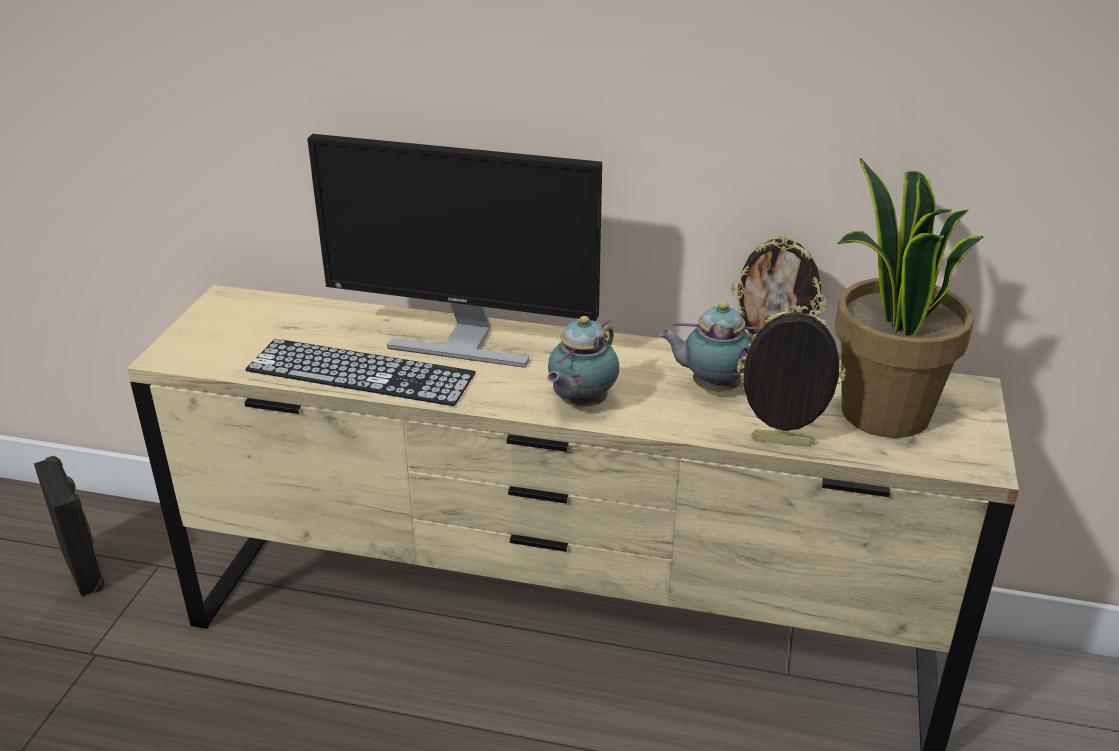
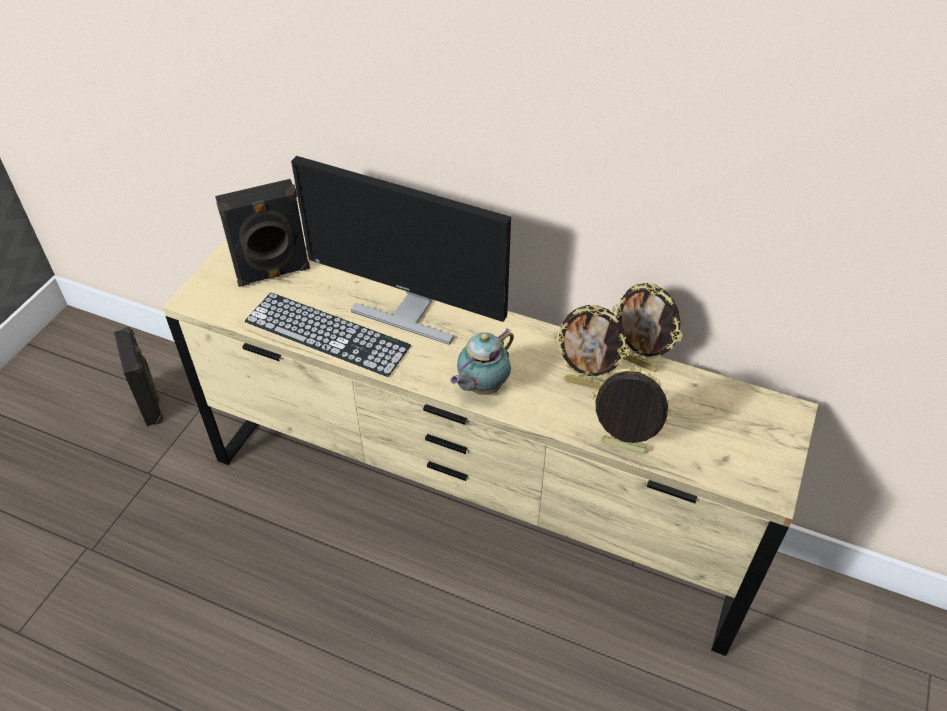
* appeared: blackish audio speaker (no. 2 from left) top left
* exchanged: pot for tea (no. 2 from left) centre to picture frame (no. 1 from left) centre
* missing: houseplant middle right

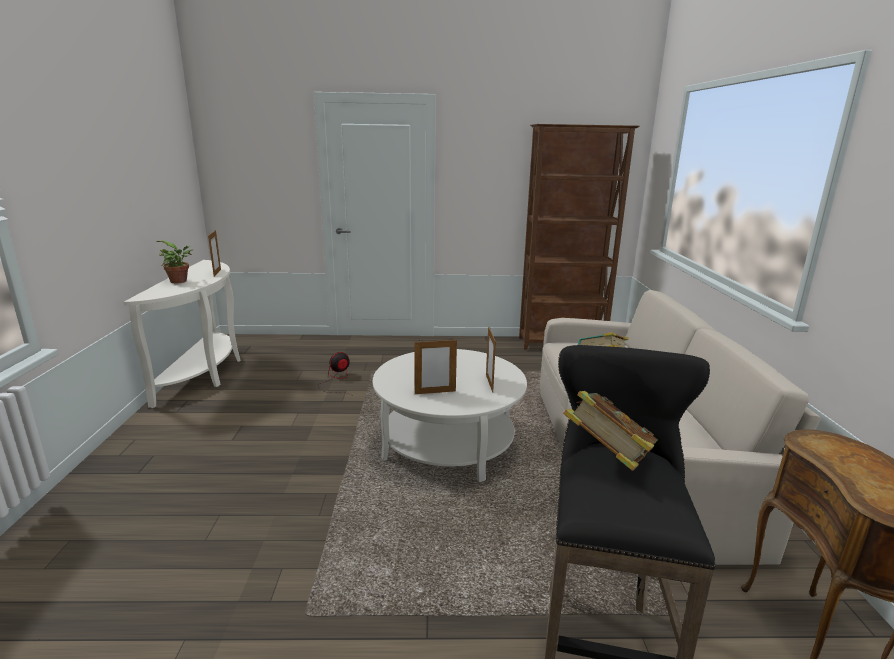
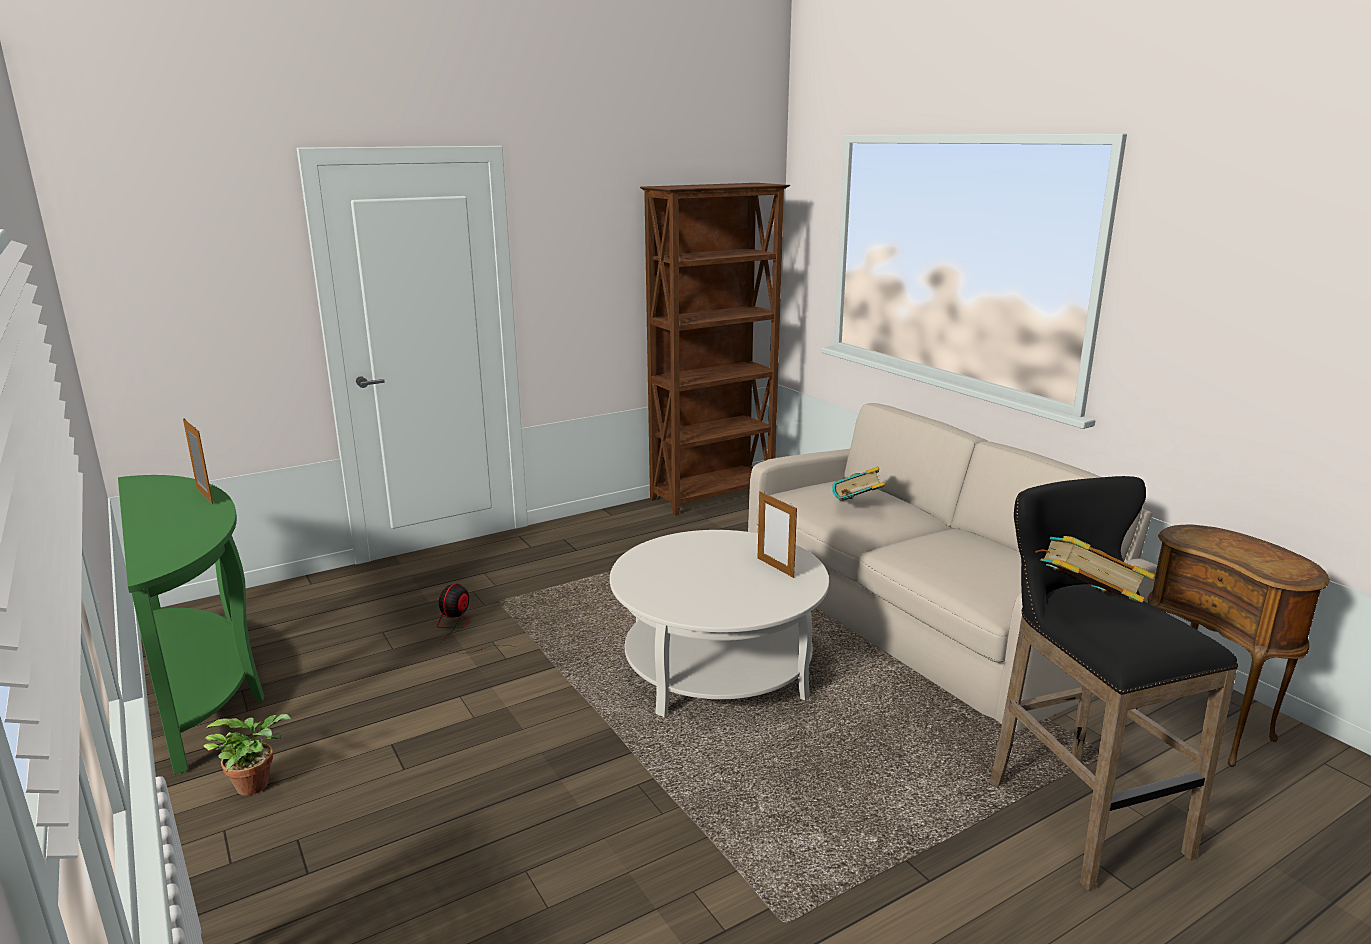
* colour: whitish narrow table middle left to greenish narrow table middle left
* relocated: houseplant middle left to bottom left
* missing: picture frame (no. 2 from left) centre

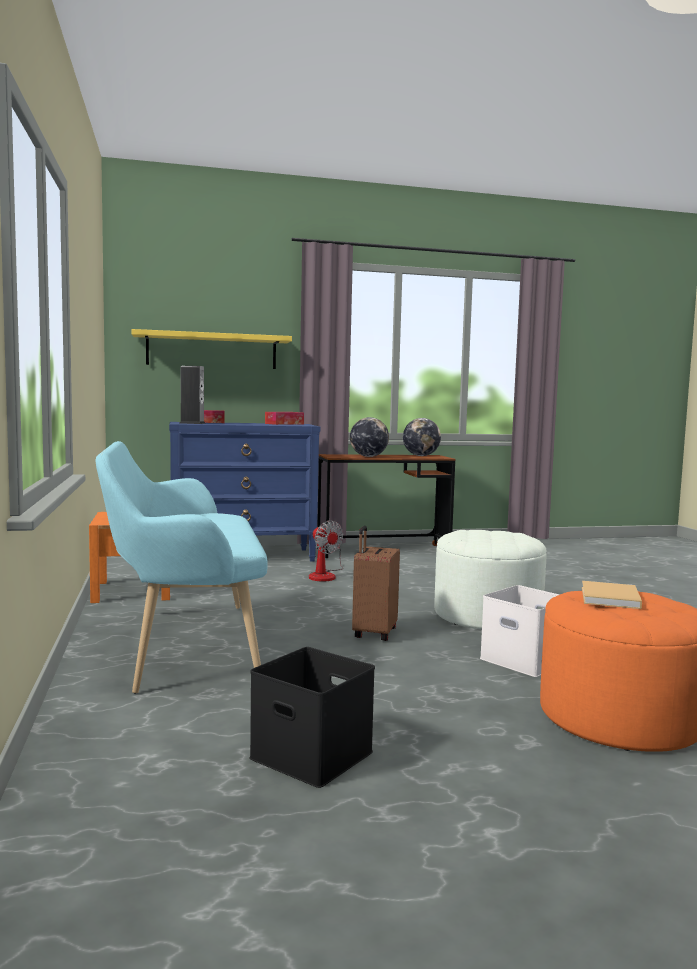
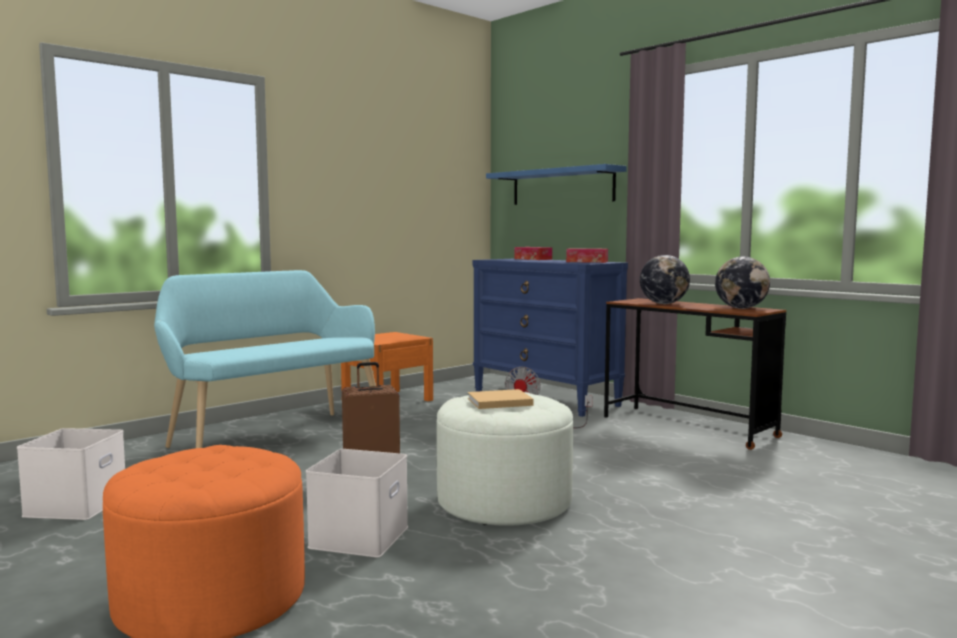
* colour: blackish storage container bottom centre to whitish storage container (no. 1 from left) bottom left
* relocated: beige-coloured bound book middle right to centre
* colour: yellowish wall shelf middle left to blue wall shelf top centre
* missing: audio speaker middle left

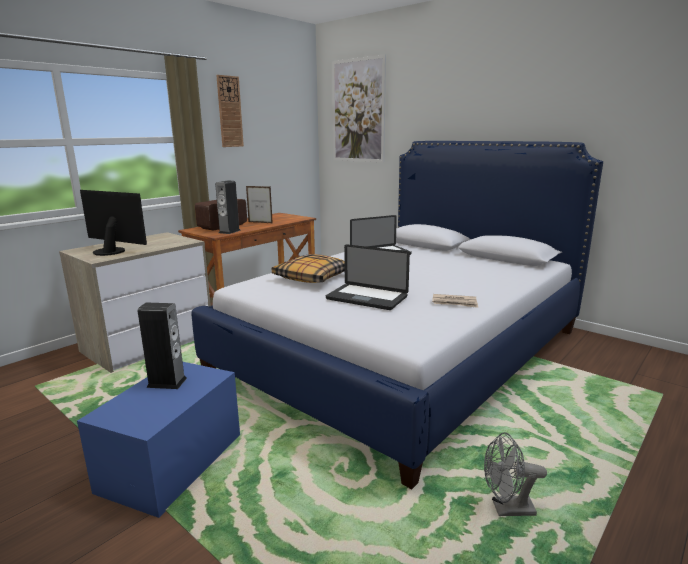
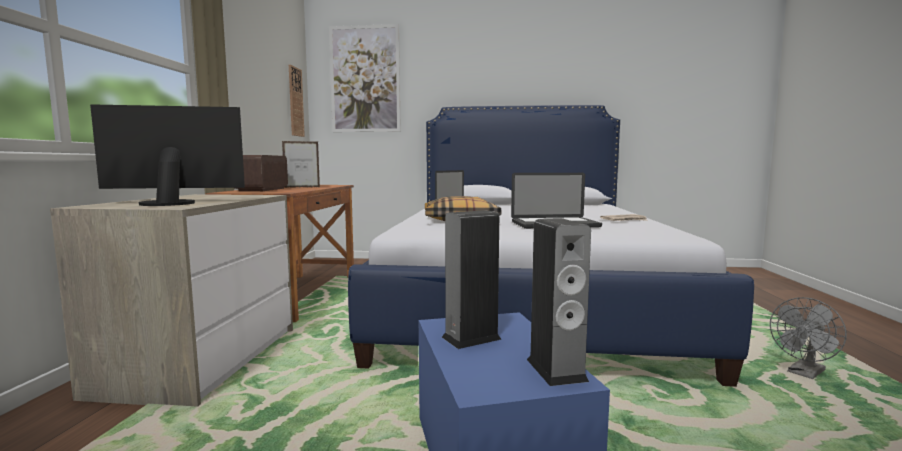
* relocated: hanging clock top centre to top left
* relocated: audio speaker (no. 2 from left) middle left to bottom centre

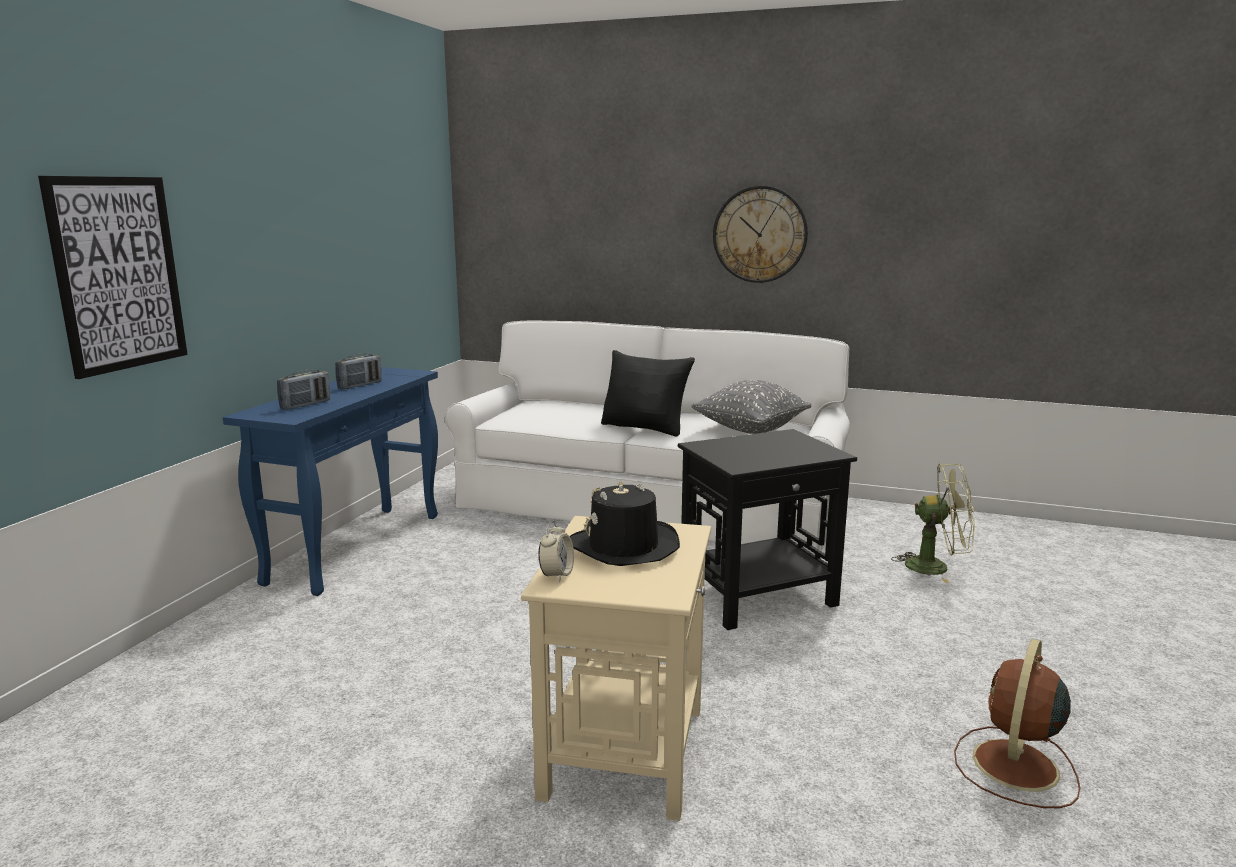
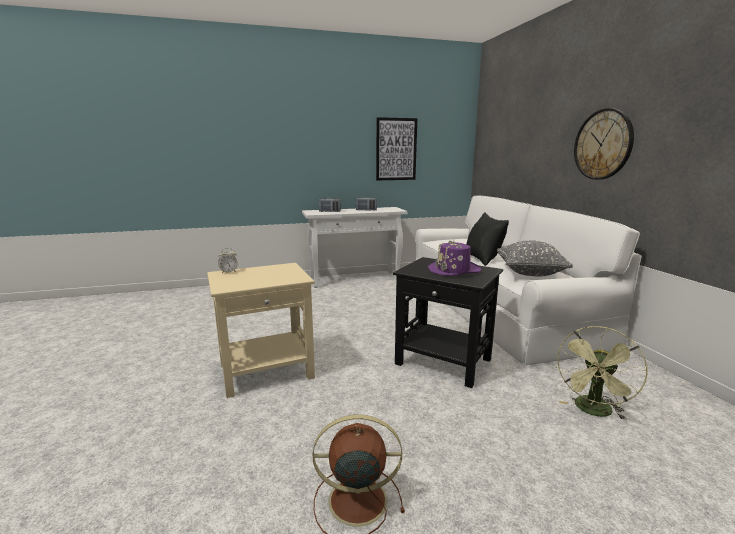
* colour: blue narrow table middle left to whitish narrow table centre
* relocated: wall picture top left to top centre
* appeared: purplish wearable hat centre
* spun: greenish cooling fan middle right = bottom right 60 degrees clockwise
* missing: blackish wearable hat centre

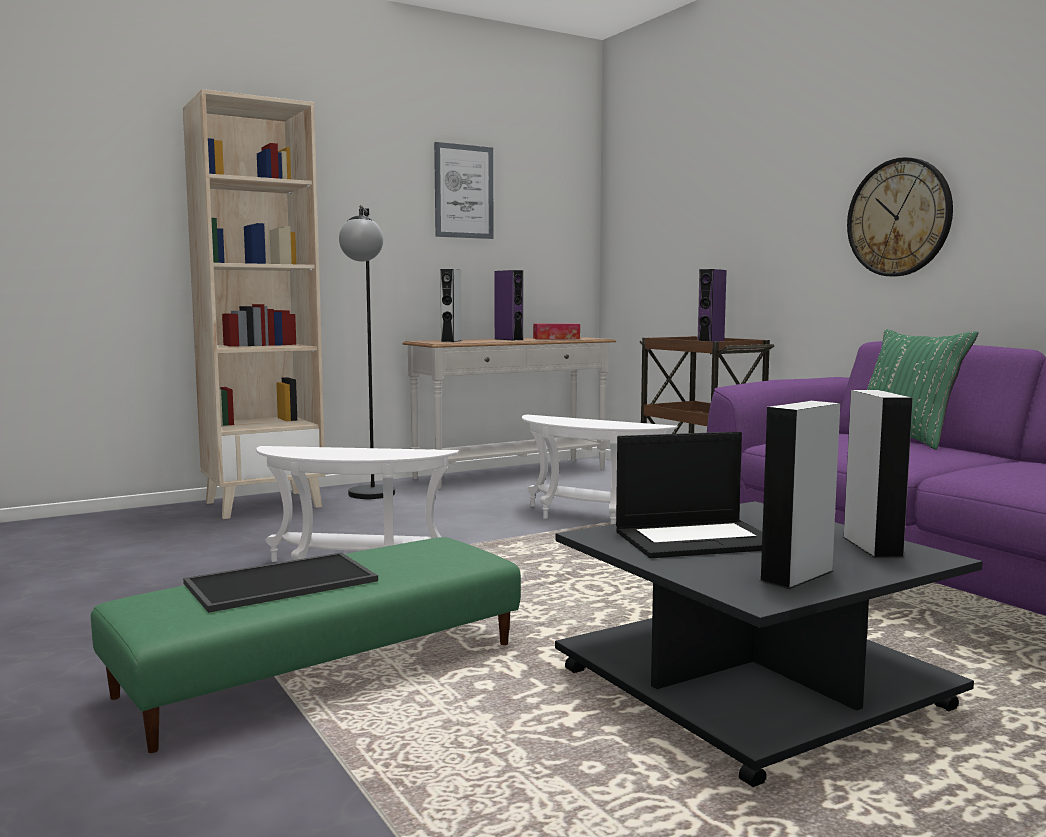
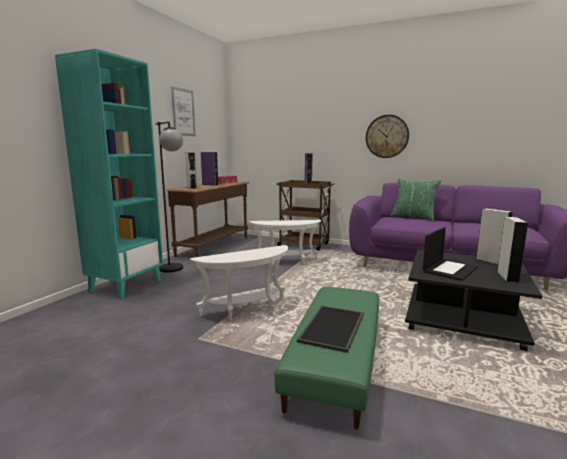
* colour: beige-coloured bookshelf middle left to blue-green bookshelf middle left
* colour: whitish narrow table centre to brown narrow table centre

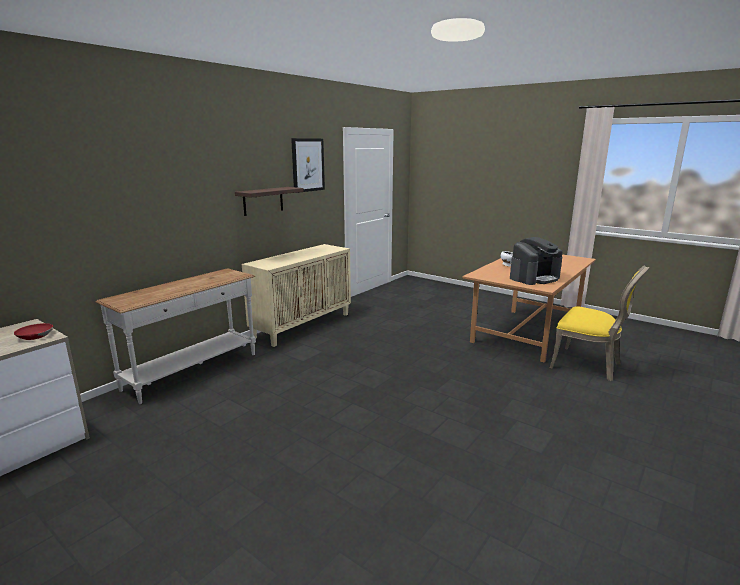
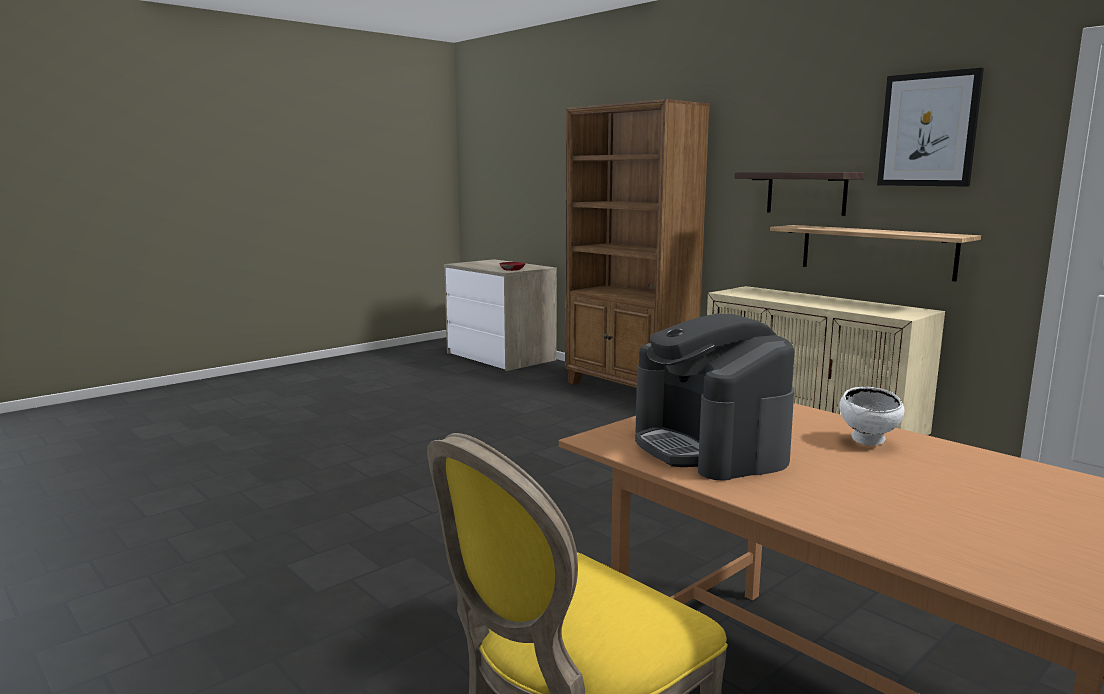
* exchanged: whitish narrow table middle left to brown bookshelf centre
* appeared: wall shelf (no. 2 from left) middle right

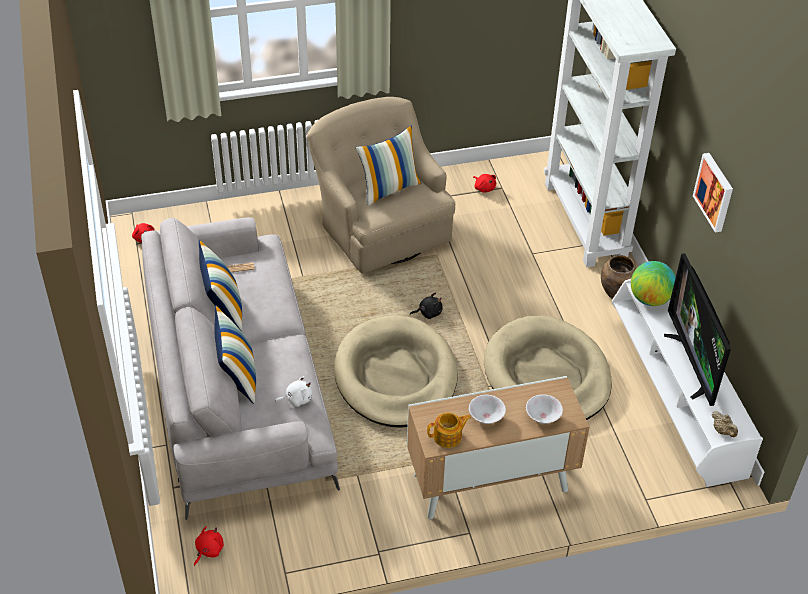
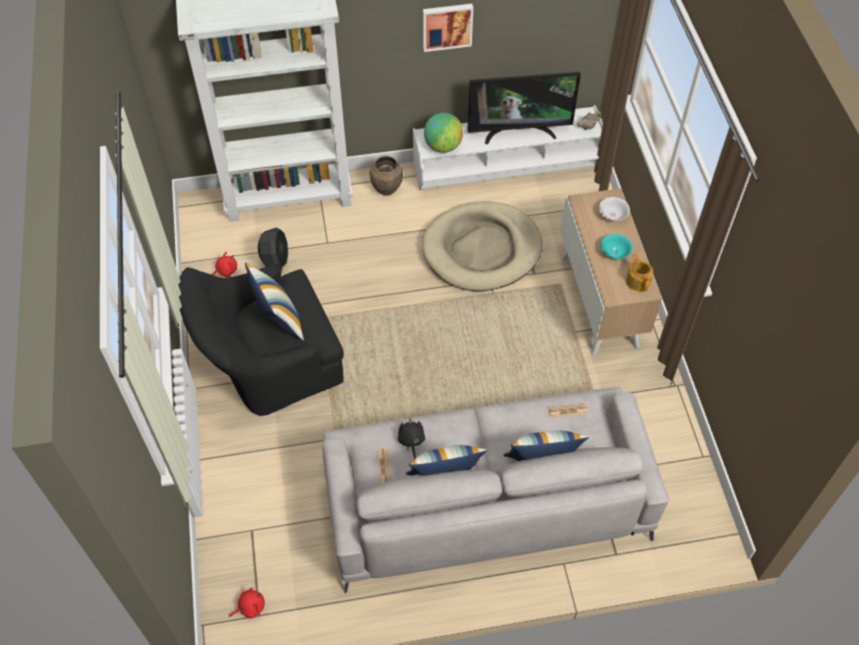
* colour: beige-coloured lounge chair top centre to blackish lounge chair middle left
* appeared: blackish cooling fan middle left
* relocated: blackish soft toy centre to bottom centre
* exchanged: whitish soft toy centre to printed paper (no. 2 from left) centre
* colour: whitish serving bowl (no. 1 from left) bottom centre to blue-green serving bowl middle right
* missing: reddish soft toy (no. 2 from left) bottom left
* missing: beige-coloured dog cushion (no. 1 from left) centre

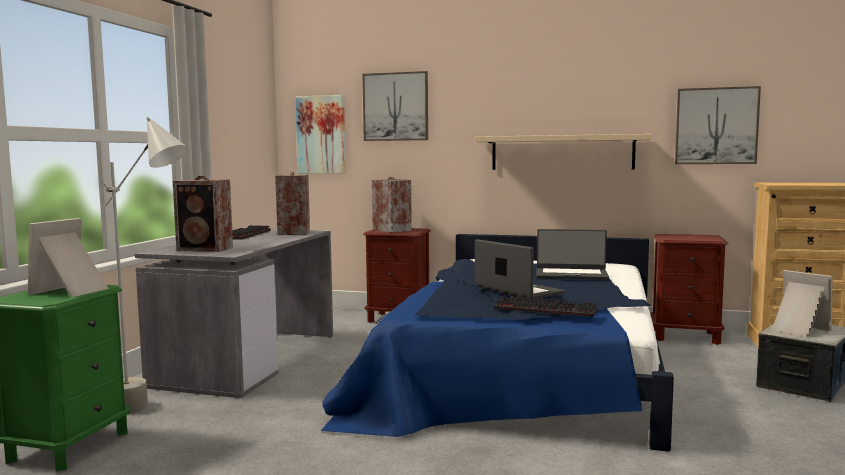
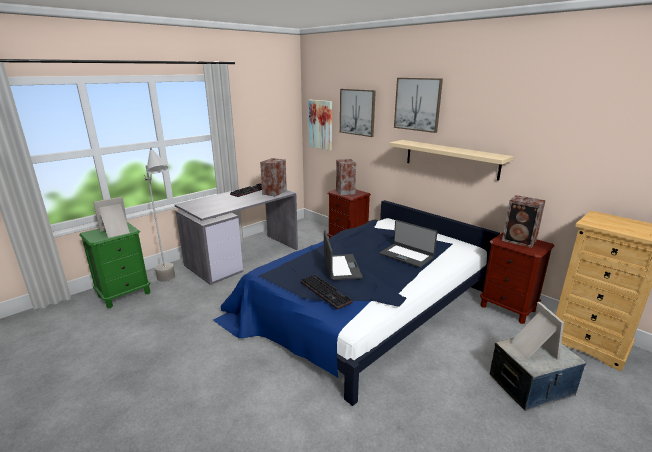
* relocated: wall picture (no. 3 from left) top right to top centre
* relocated: audio speaker (no. 1 from left in the first image) middle left to audio speaker (no. 3 from left) middle right

